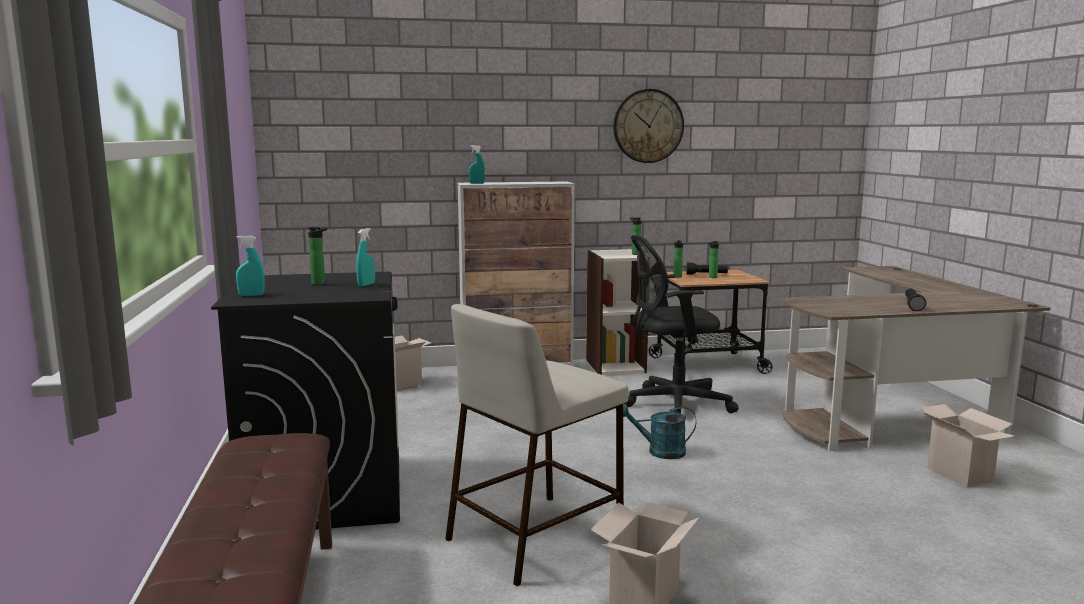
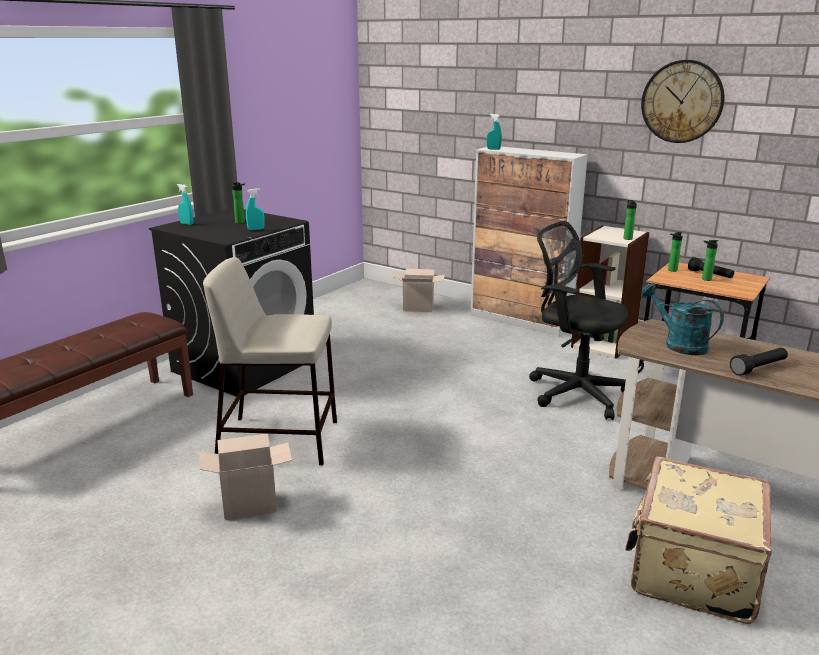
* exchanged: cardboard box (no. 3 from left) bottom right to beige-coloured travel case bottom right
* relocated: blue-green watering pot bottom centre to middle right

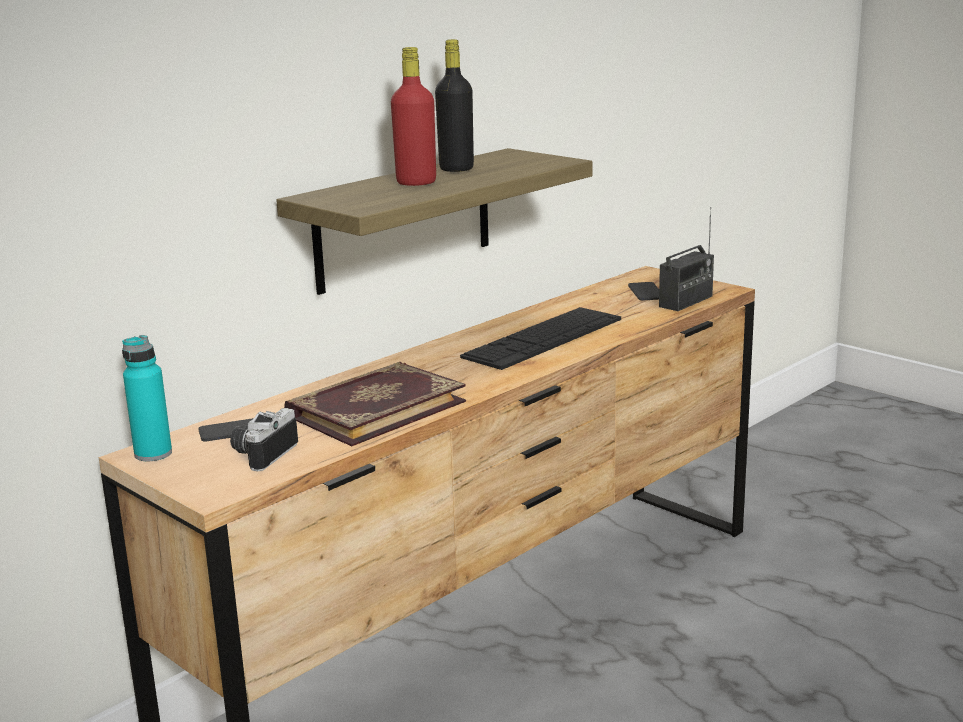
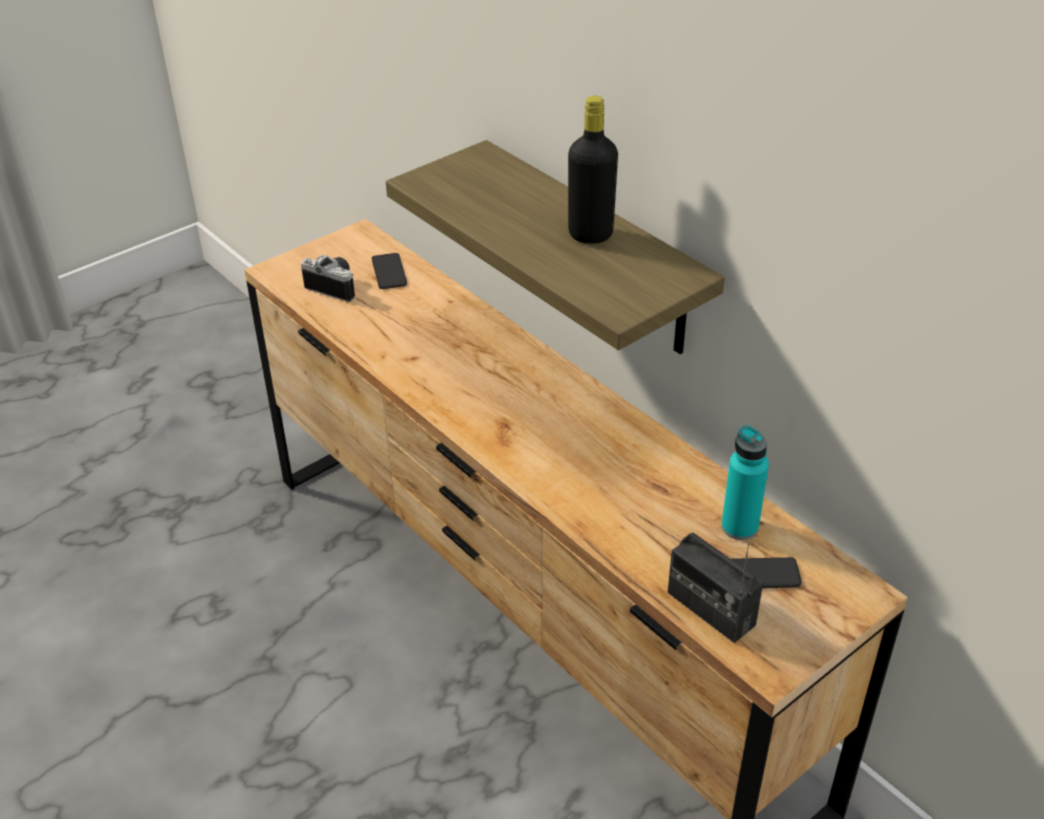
* relocated: blue-green bottle middle left to middle right
* missing: bound book centre
* missing: reddish bottle top centre
* missing: PC keyboard centre

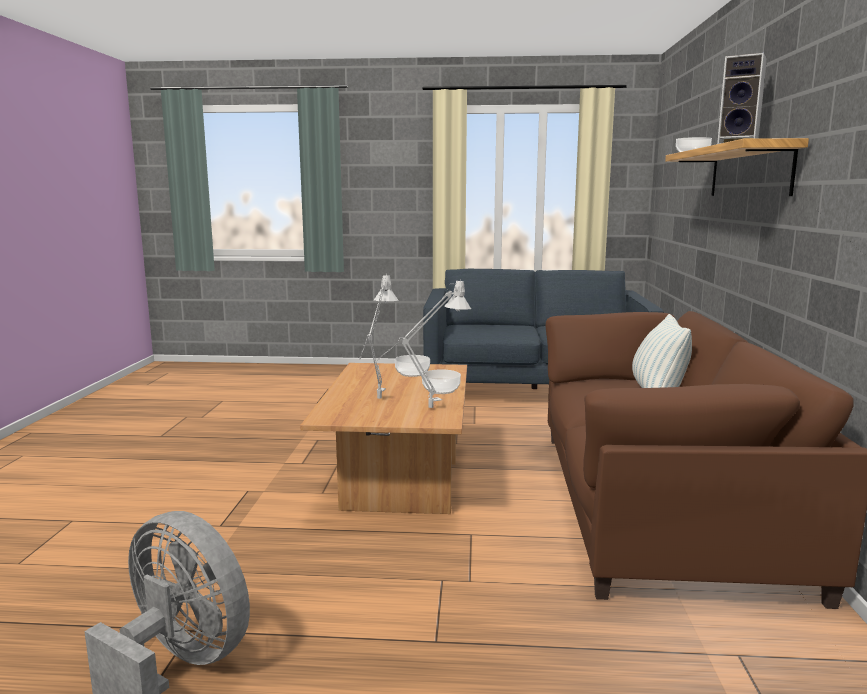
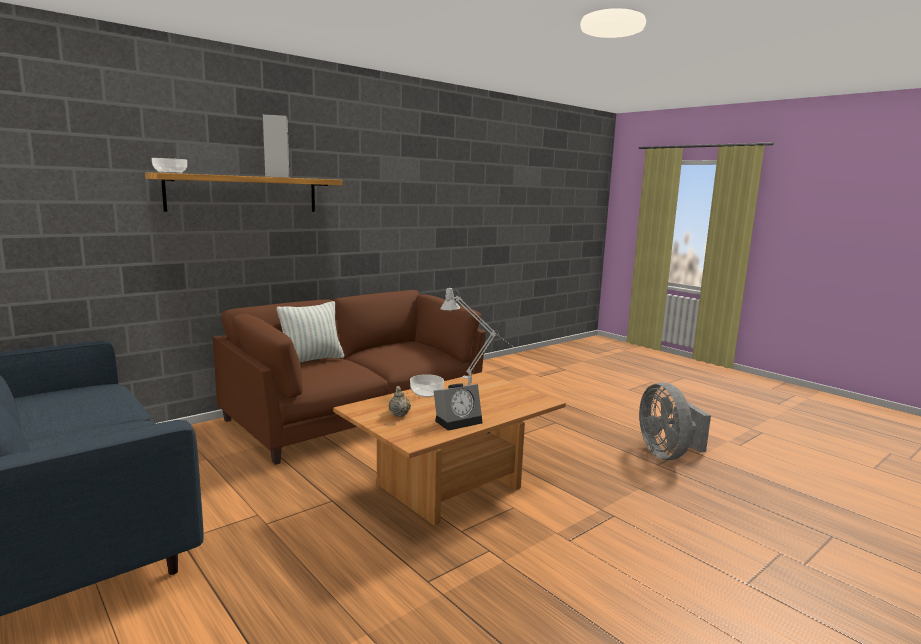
* exchanged: serving bowl (no. 1 from left) centre to beige-coloured pot for tea centre
* appeared: table clock centre
* missing: gray lamp for a table (no. 1 from left) centre

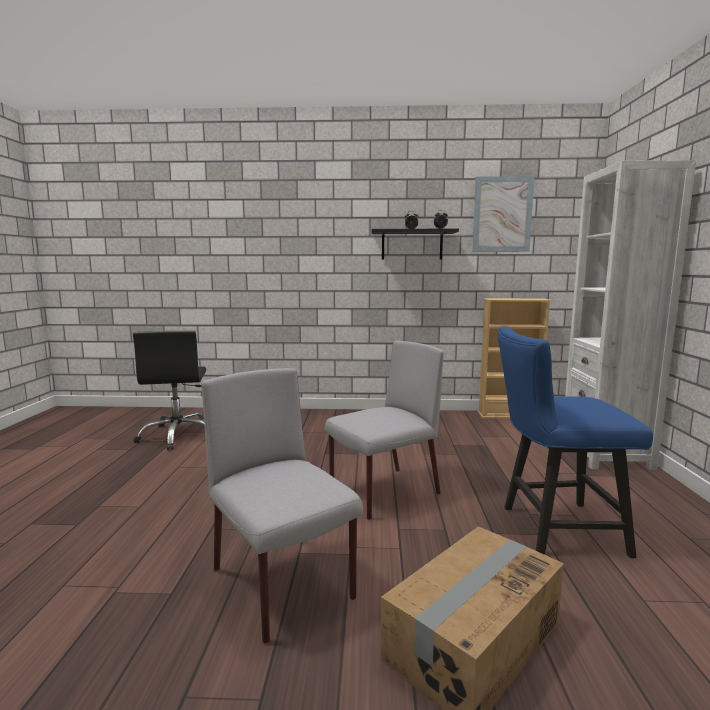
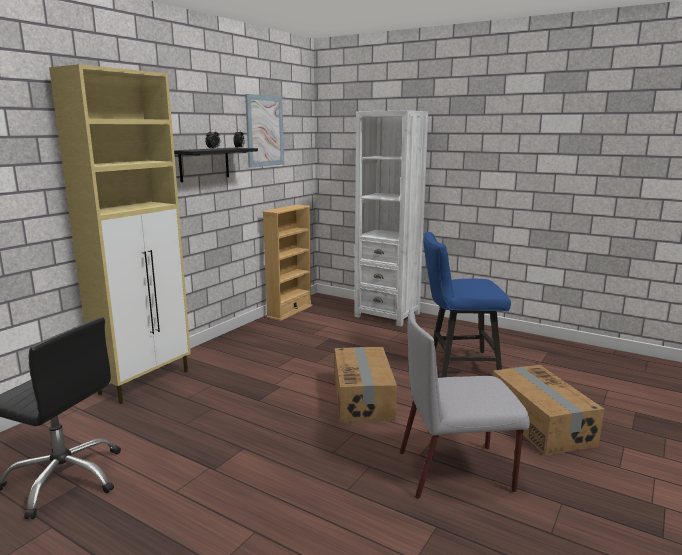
* appeared: beige-coloured cabinet middle left
* exchanged: gray plain chair (no. 2 from left) centre to cardboard box (no. 1 from left) bottom centre
* spun: blue plain chair middle right = middle right 60 degrees clockwise

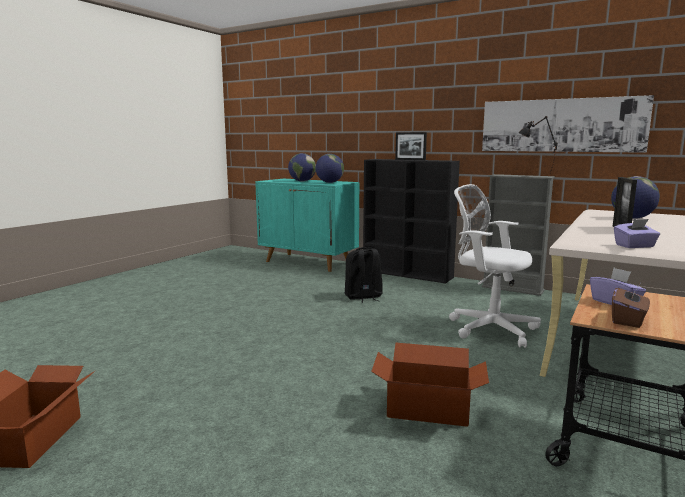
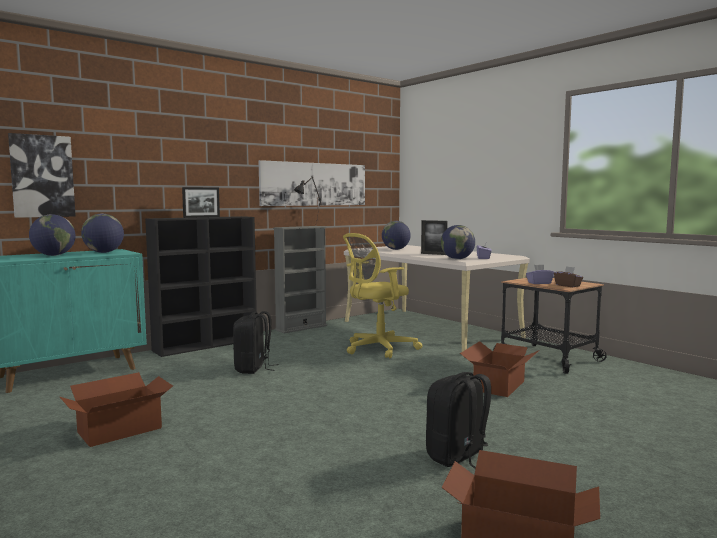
* appeared: wall picture (no. 1 from left) top left
* appeared: cardboard box (no. 1 from left) bottom left
* colour: whitish desk chair middle right to yellowish desk chair centre
* appeared: blackish rucksack (no. 2 from left) bottom centre
* appeared: world globe (no. 4 from left) centre

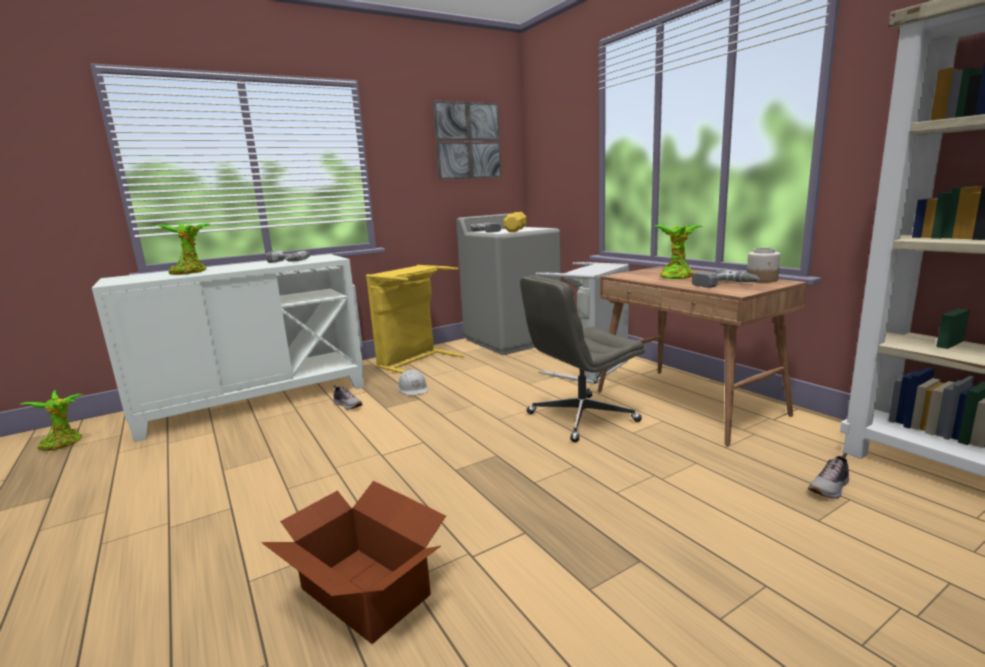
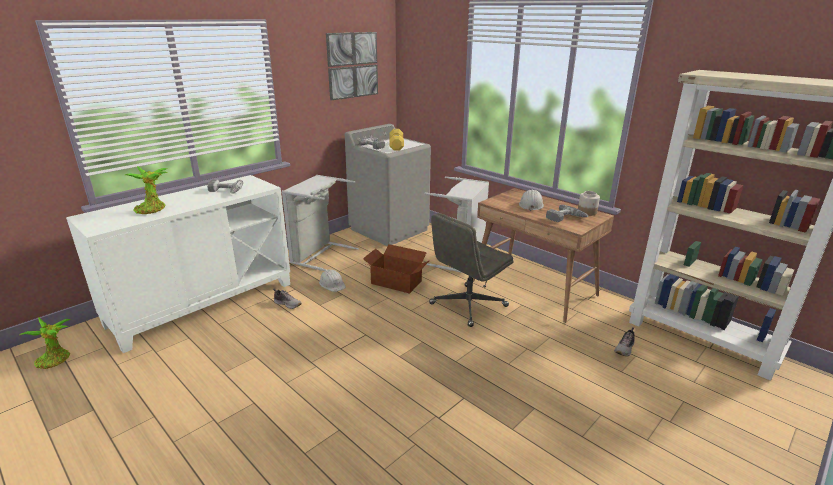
* colour: yellowish laundry basket centre to gray laundry basket (no. 1 from left) centre
* relocated: cardboard box bottom centre to centre
* exchanged: houseplant (no. 3 from left) middle right to whitish safety helmet (no. 2 from left) centre

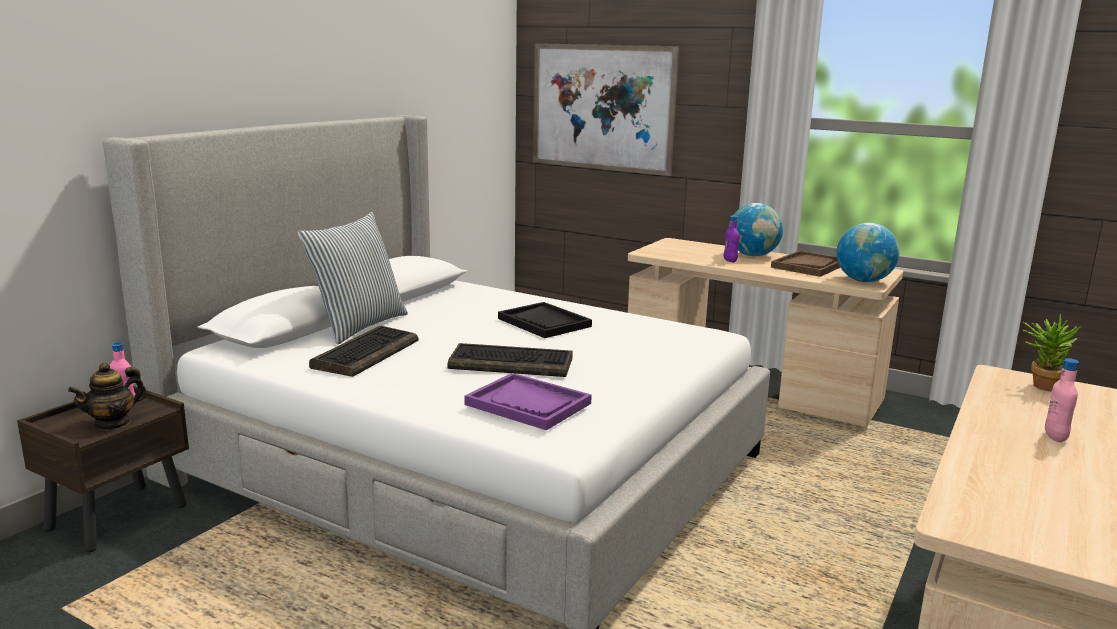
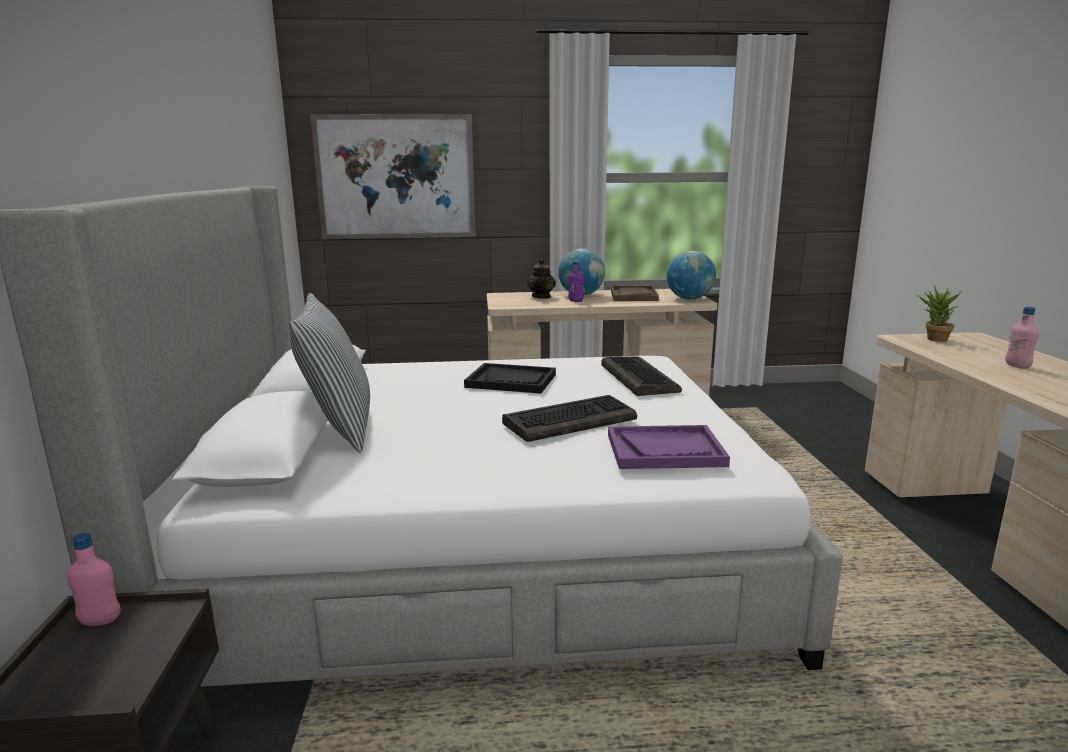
* relocated: pot for tea middle left to centre
* relocated: PC keyboard (no. 1 from left in the first image) middle left to PC keyboard (no. 2 from left) centre

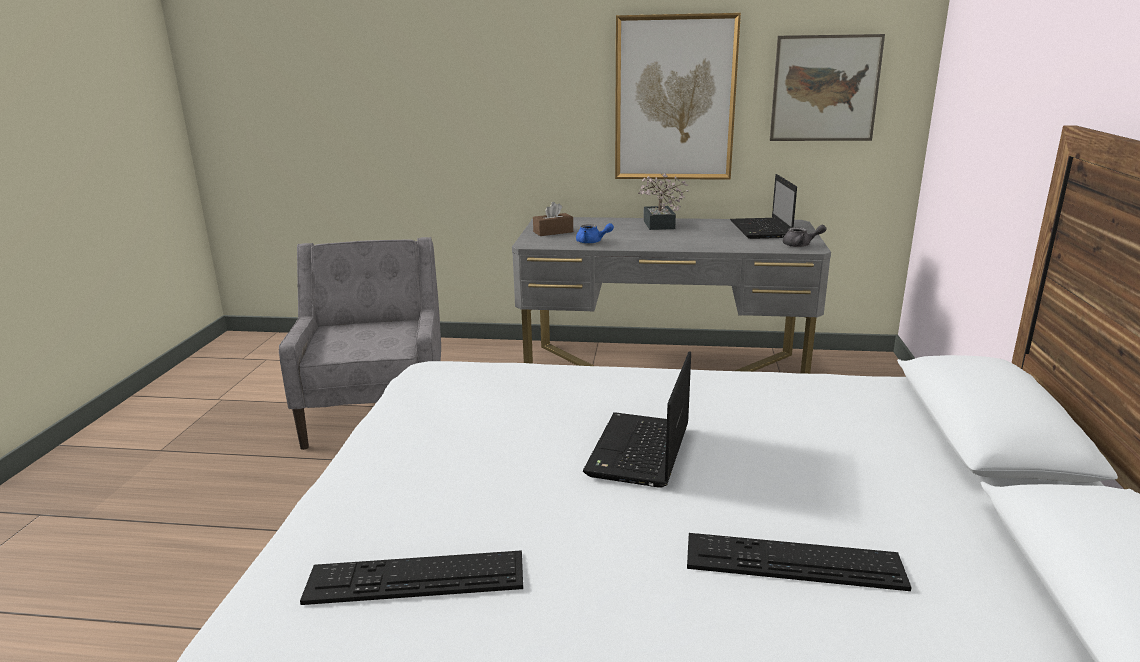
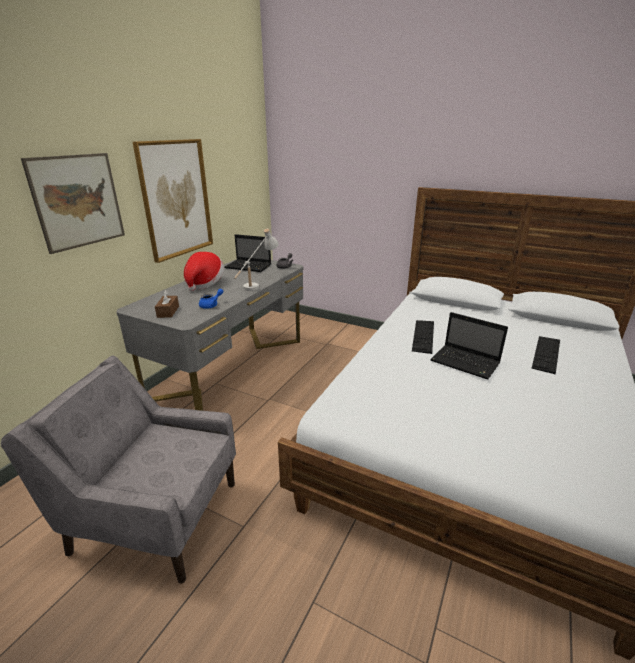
* relocated: wall picture (no. 2 from left in the first image) top right to wall picture (no. 1 from left) top left
* exchanged: houseplant top centre to wearable hat middle left
* appeared: whitish lamp for a table centre
* relocated: PC keyboard (no. 1 from left) bottom centre to centre

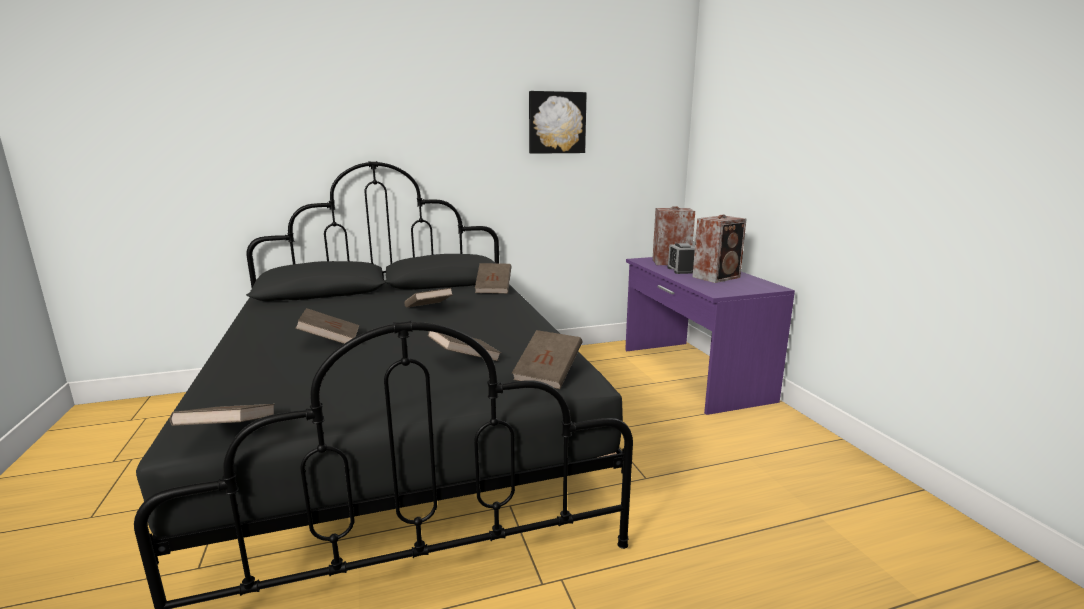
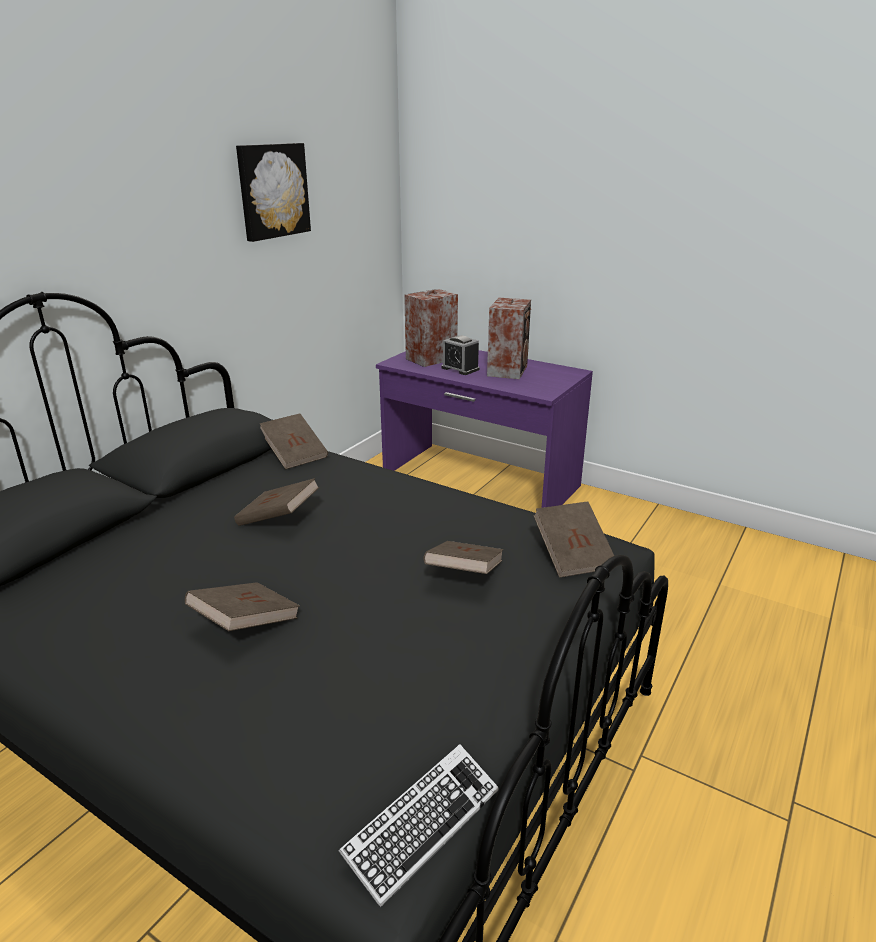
* exchanged: brown bound book (no. 1 from left) bottom left to PC keyboard bottom centre

